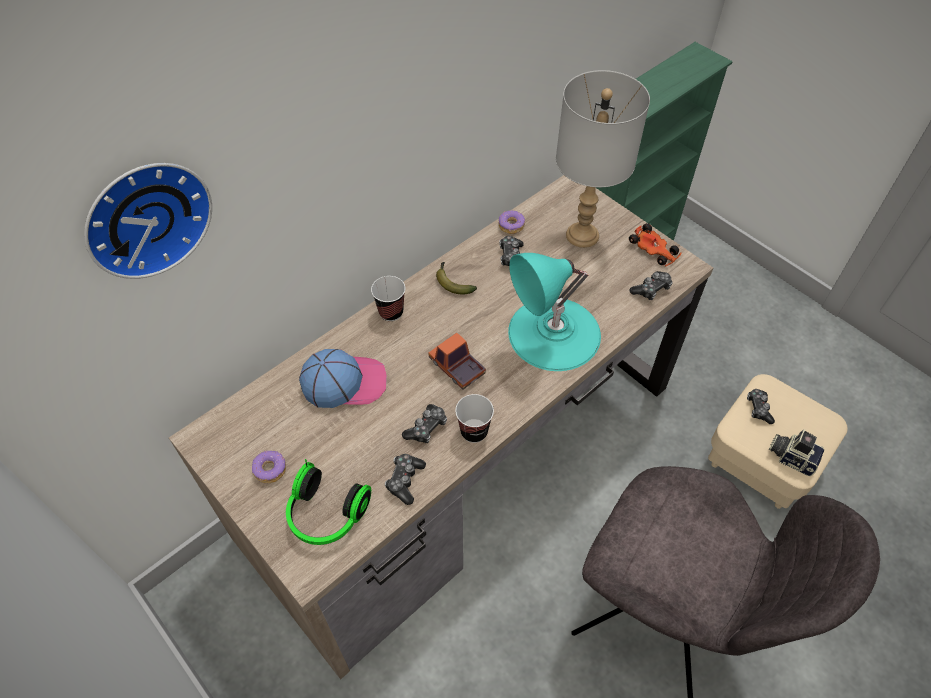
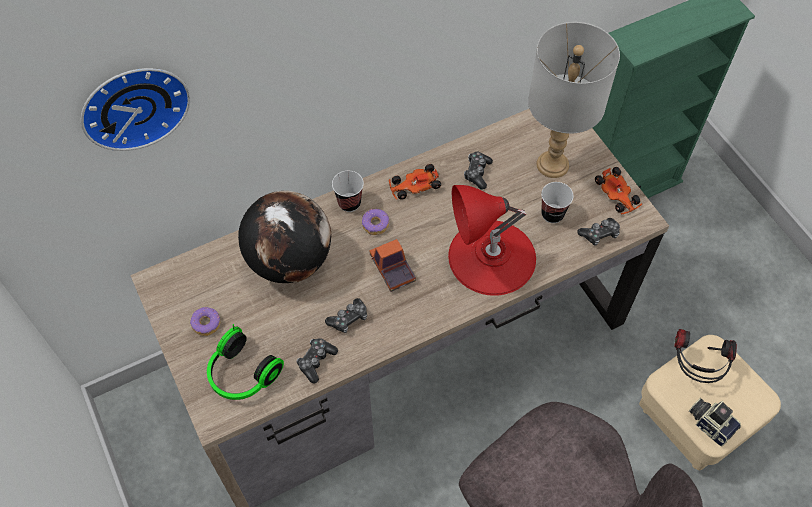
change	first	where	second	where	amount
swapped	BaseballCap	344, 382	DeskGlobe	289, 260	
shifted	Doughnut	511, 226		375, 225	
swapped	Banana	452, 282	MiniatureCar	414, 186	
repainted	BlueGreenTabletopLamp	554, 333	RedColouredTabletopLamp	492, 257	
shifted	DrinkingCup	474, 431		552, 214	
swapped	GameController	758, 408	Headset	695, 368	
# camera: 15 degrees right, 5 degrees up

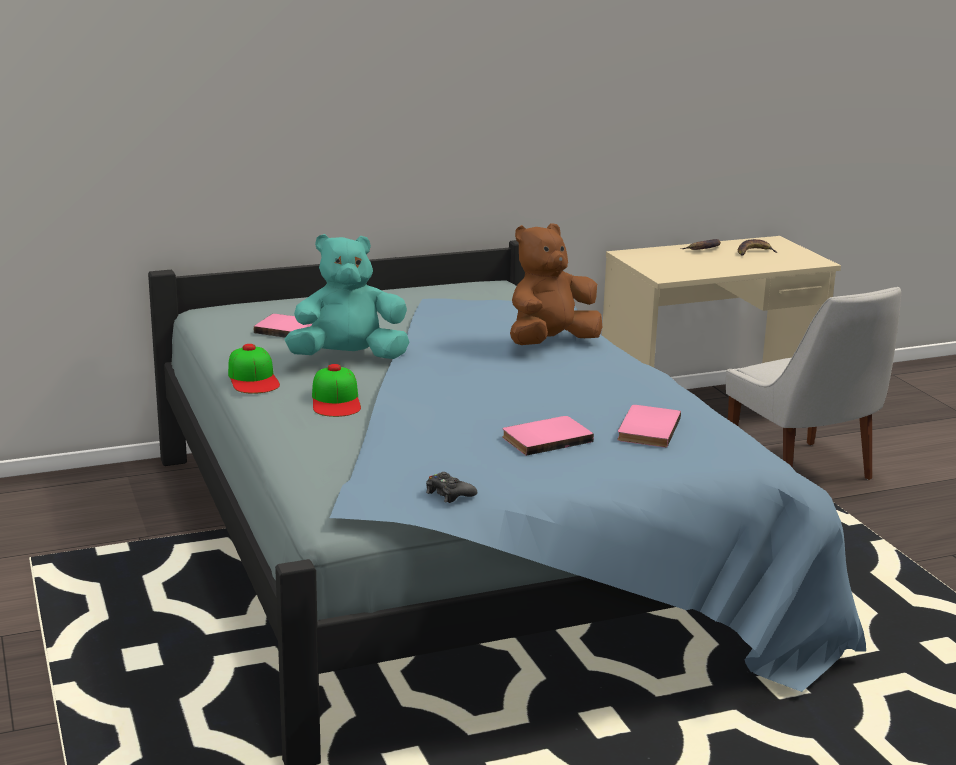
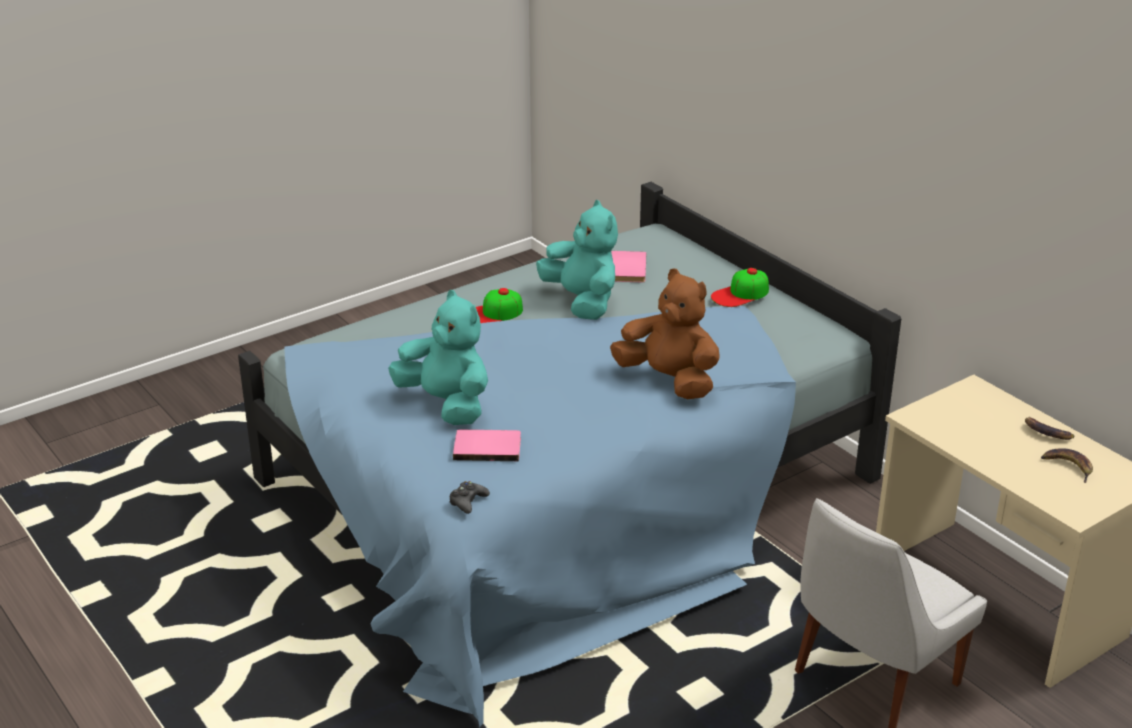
change	first	where	second	where	amount
swapped	PinkBoundBook	545, 438	BlueGreenSoftToy	446, 404	
shifted	BlackishGameController	449, 494		468, 501	
shifted	BaseballCap	253, 378		740, 294	
# camera: 75 degrees right, 10 degrees up

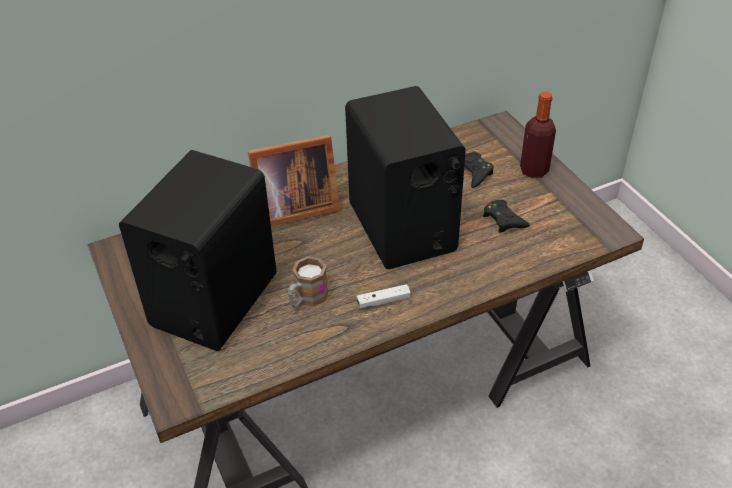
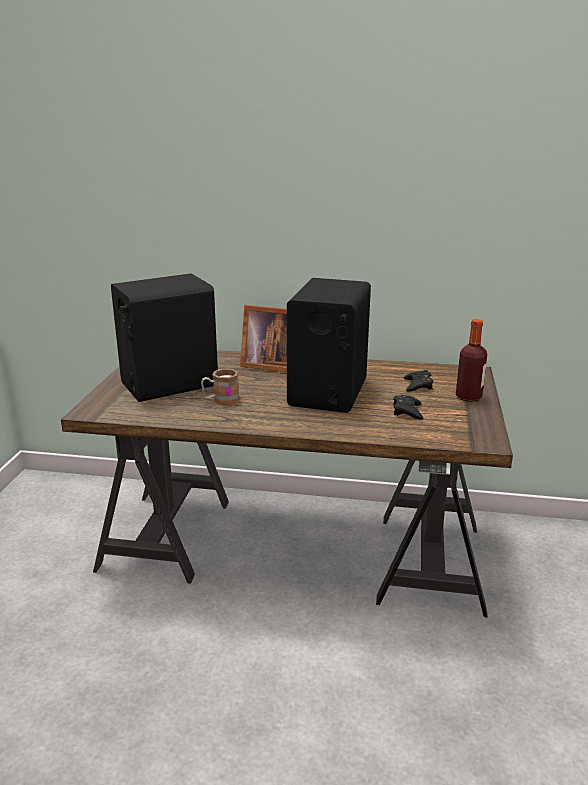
change	first	where	second	where	amount
gone	WhiteGameController	383, 301			
# camera: 35 degrees right, 20 degrees down

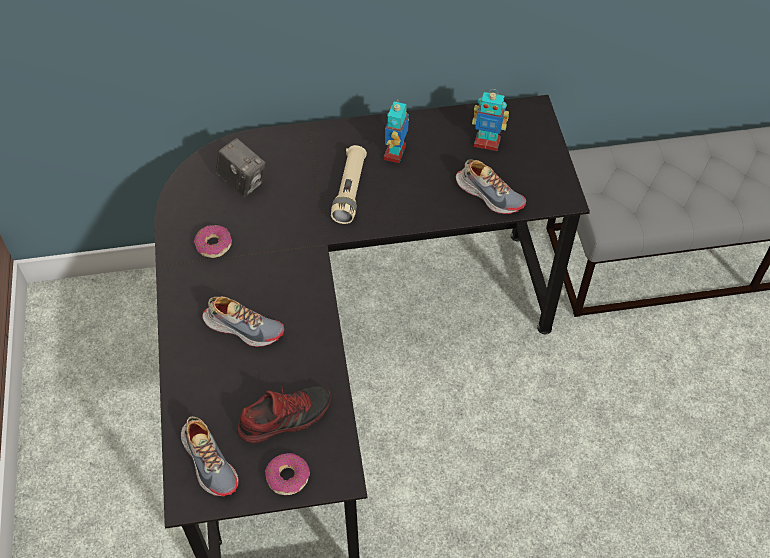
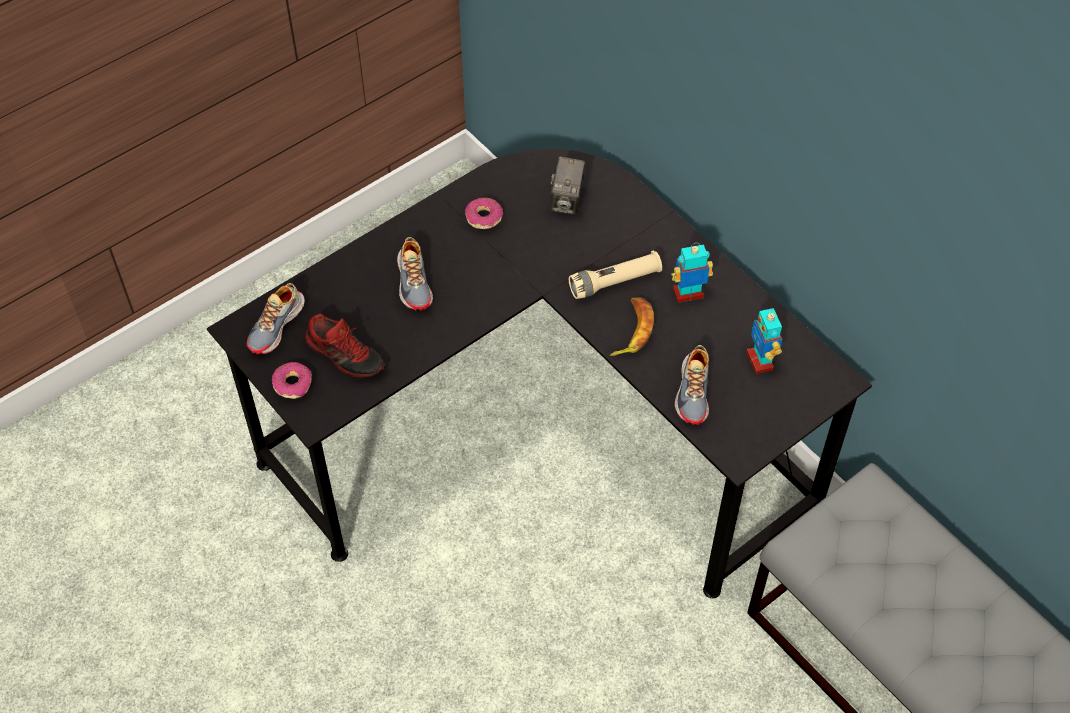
change	first	where	second	where	amount
new			Banana	632, 330	
# camera: 60 degrees right, 0 degrees up

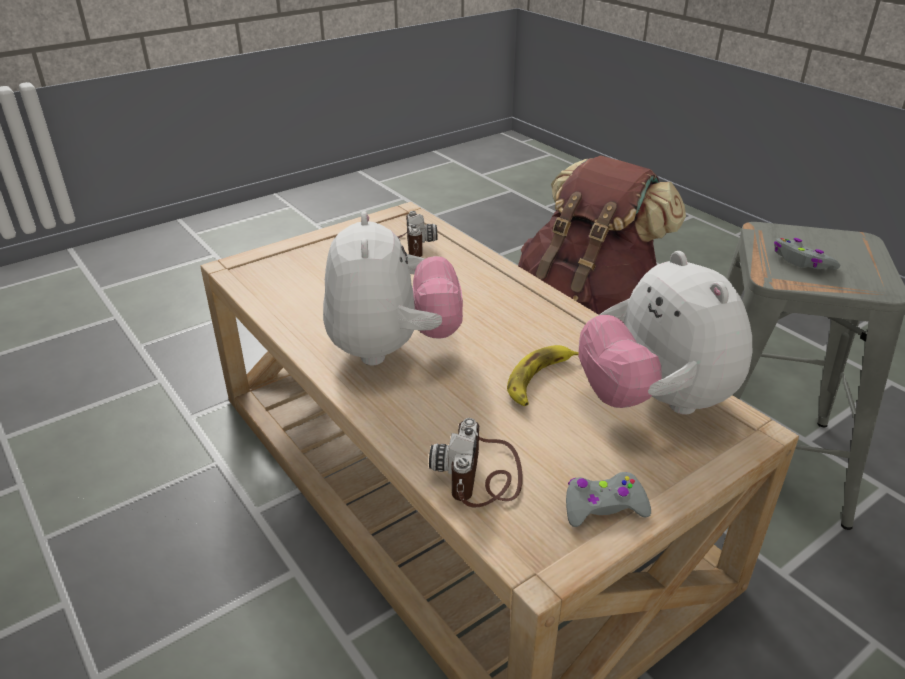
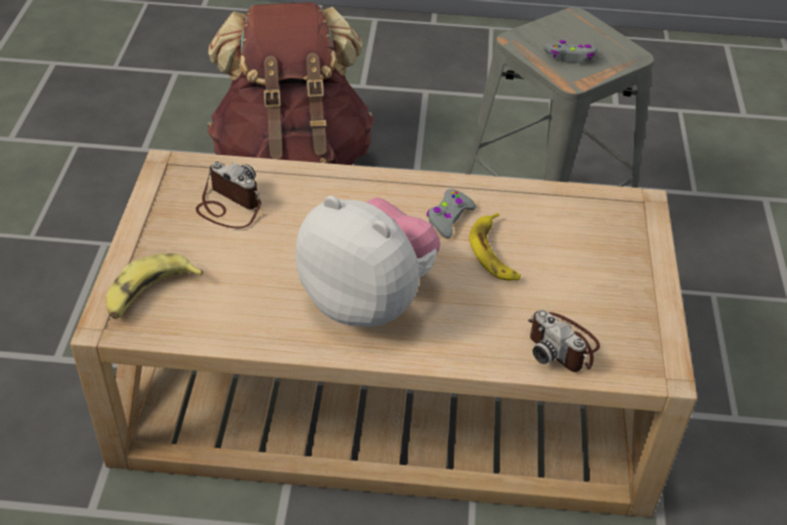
change	first	where	second	where	amount
new			Banana	149, 294	
shifted	GrayGameController	603, 507		449, 218	
gone	SoftToy	654, 402			
# camera: 50 degrees left, 10 degrees up

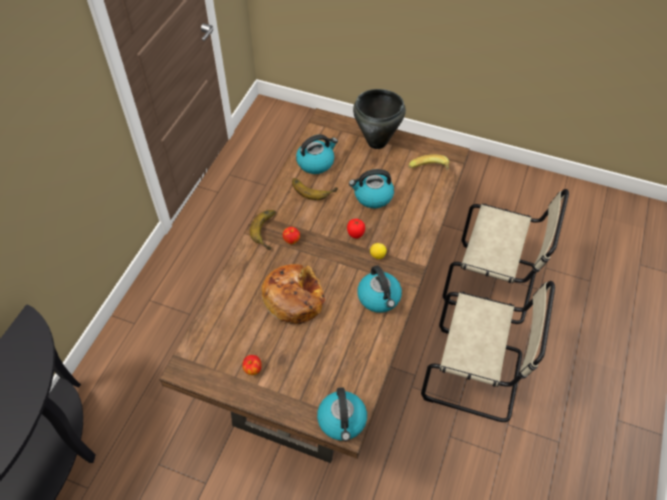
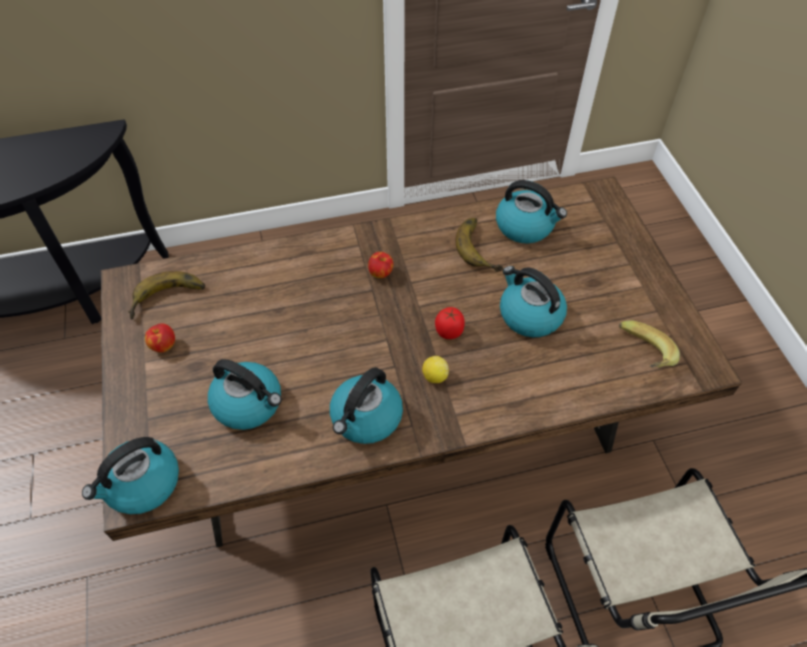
change	first	where	second	where	amount
shifted	Banana	269, 231		168, 300	
new			WaterKettle	249, 404	
gone	Bread	294, 298			
gone	BlackishCookingPot	377, 142			
# camera: 55 degrees right, 0 degrees up

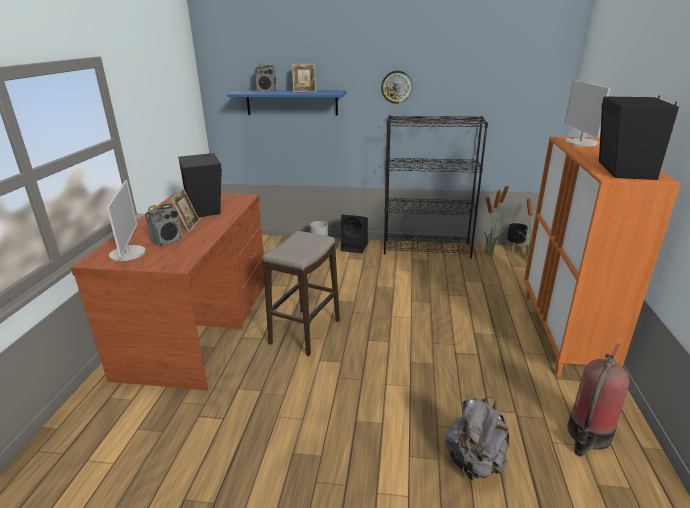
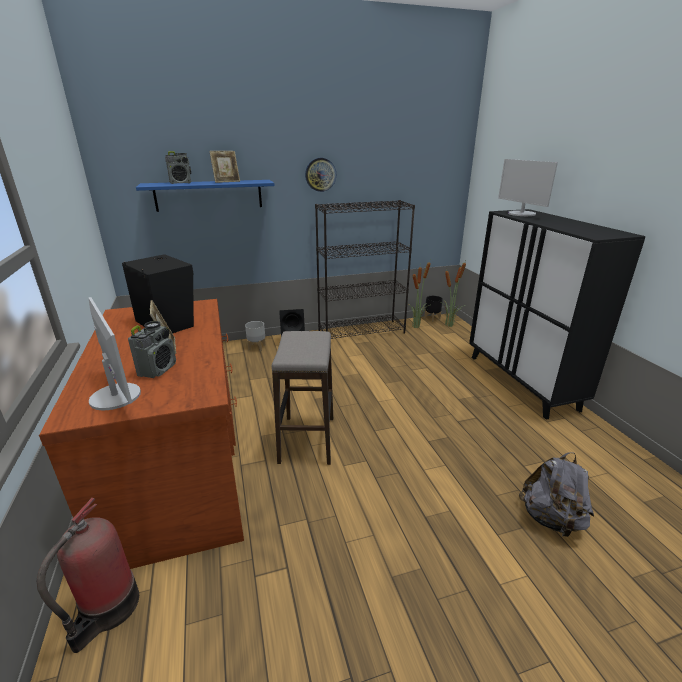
change	first	where	second	where	amount
shifted	FireFightingCylinder	588, 435		108, 610	
repainted	OrangeStorageCabinet	562, 333	BlackishStorageCabinet	521, 382	
gone	BlackishSpeaker	622, 170			
# camera: 25 degrees left, 0 degrees up

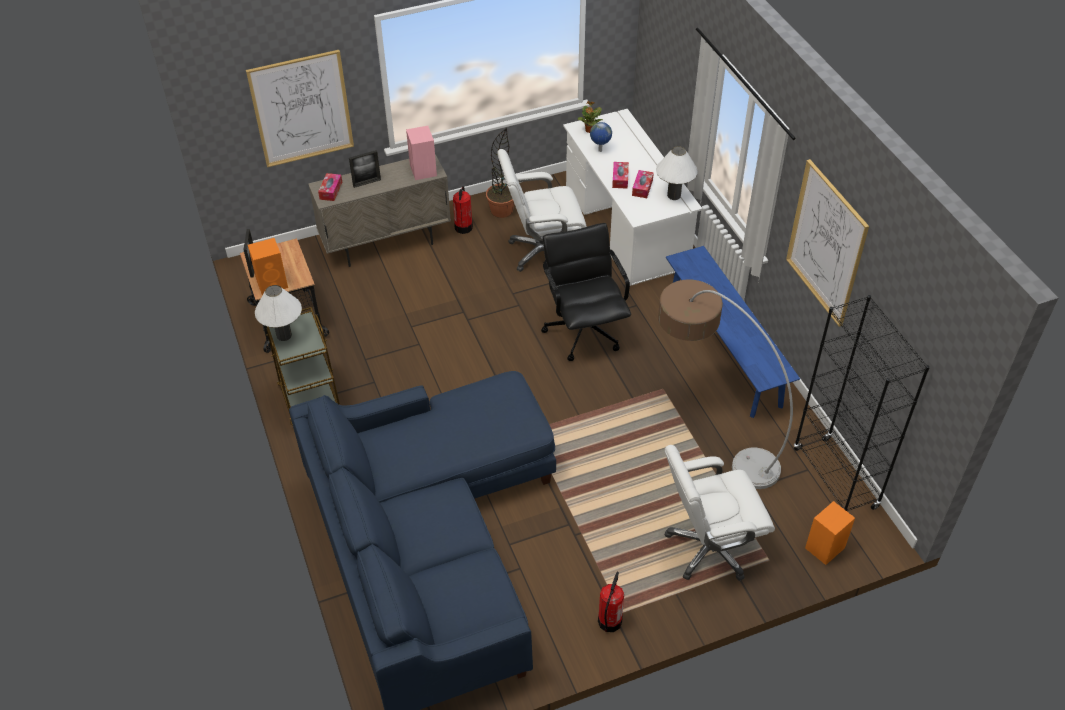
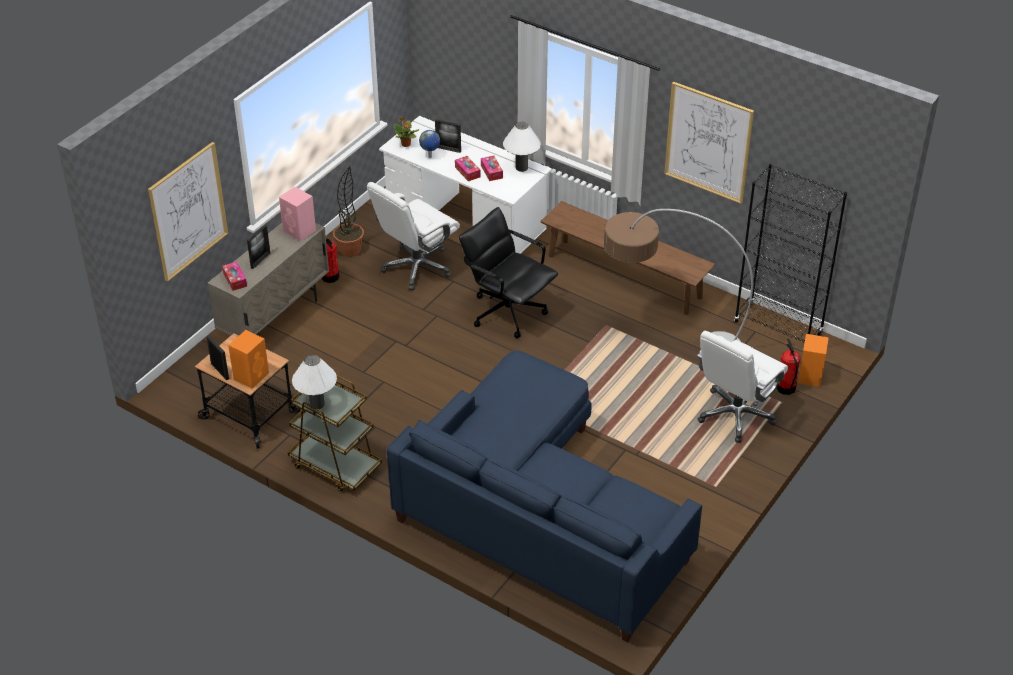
change	first	where	second	where	amount
new			StandingFrame	448, 149	
repainted	BlueBench	724, 349	BrownColouredBench	624, 276	
shifted	FireFightingCylinder	609, 622		785, 388	
# camera: 35 degrees left, 5 degrees down

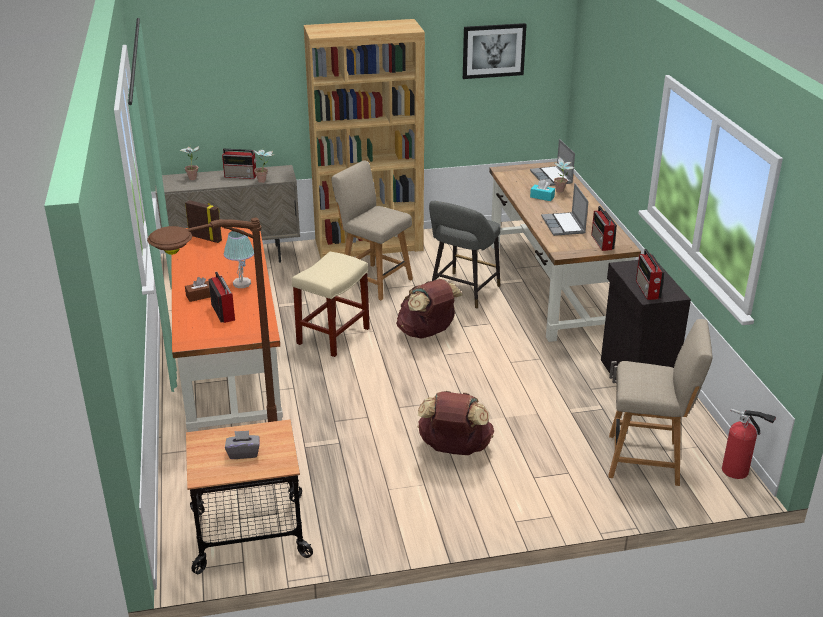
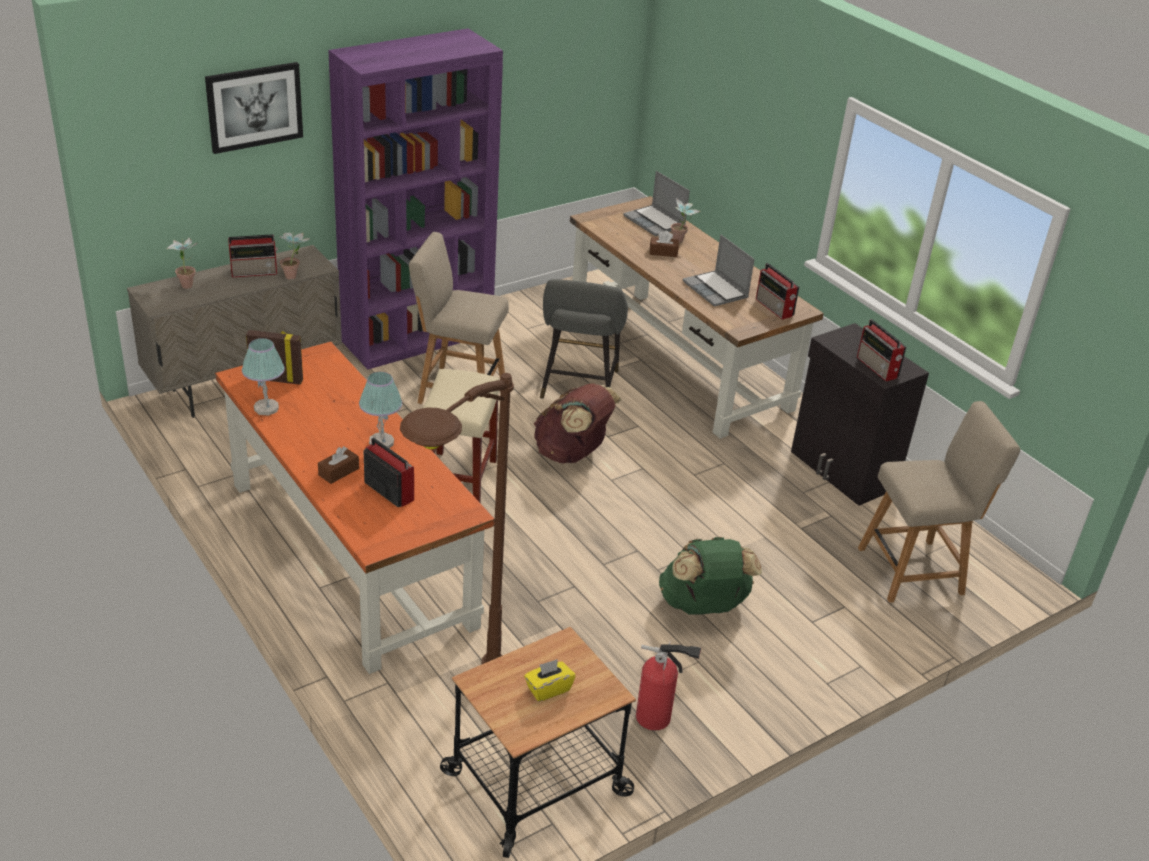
change	first	where	second	where	amount
shifted	WallPicture	493, 50		254, 107	
new			TabletopLamp	266, 408	
repainted	BrownColouredBookshelf	369, 245	PurpleColouredBookshelf	418, 337	
repainted	GrayTissueBox	243, 453	YellowTissueBox	548, 689	
shifted	FireFightingCylinder	738, 471		657, 718	
repainted	BlueGreenTissueBox	542, 197	BrownColouredTissueBox	663, 252	
repainted	BrownColouredBackpack	454, 449	GreenColouredBackpack	703, 606	
# camera: 25 degrees left, 5 degrees up

